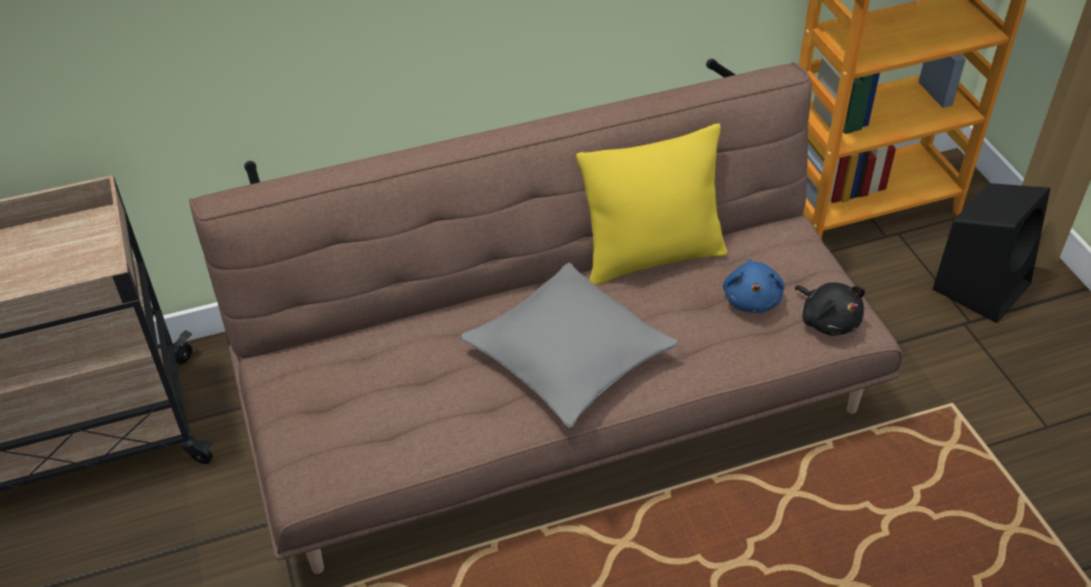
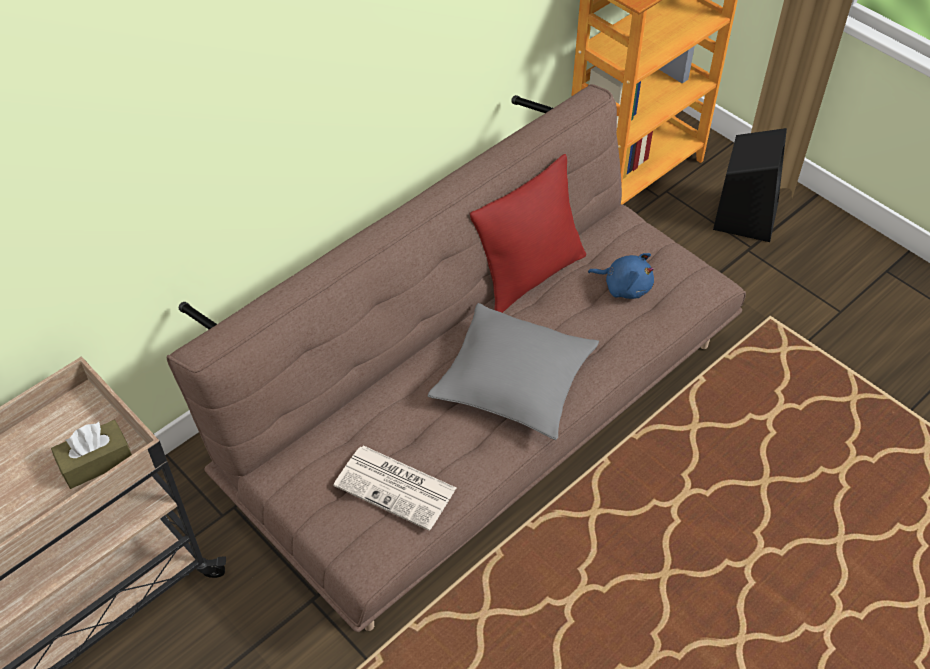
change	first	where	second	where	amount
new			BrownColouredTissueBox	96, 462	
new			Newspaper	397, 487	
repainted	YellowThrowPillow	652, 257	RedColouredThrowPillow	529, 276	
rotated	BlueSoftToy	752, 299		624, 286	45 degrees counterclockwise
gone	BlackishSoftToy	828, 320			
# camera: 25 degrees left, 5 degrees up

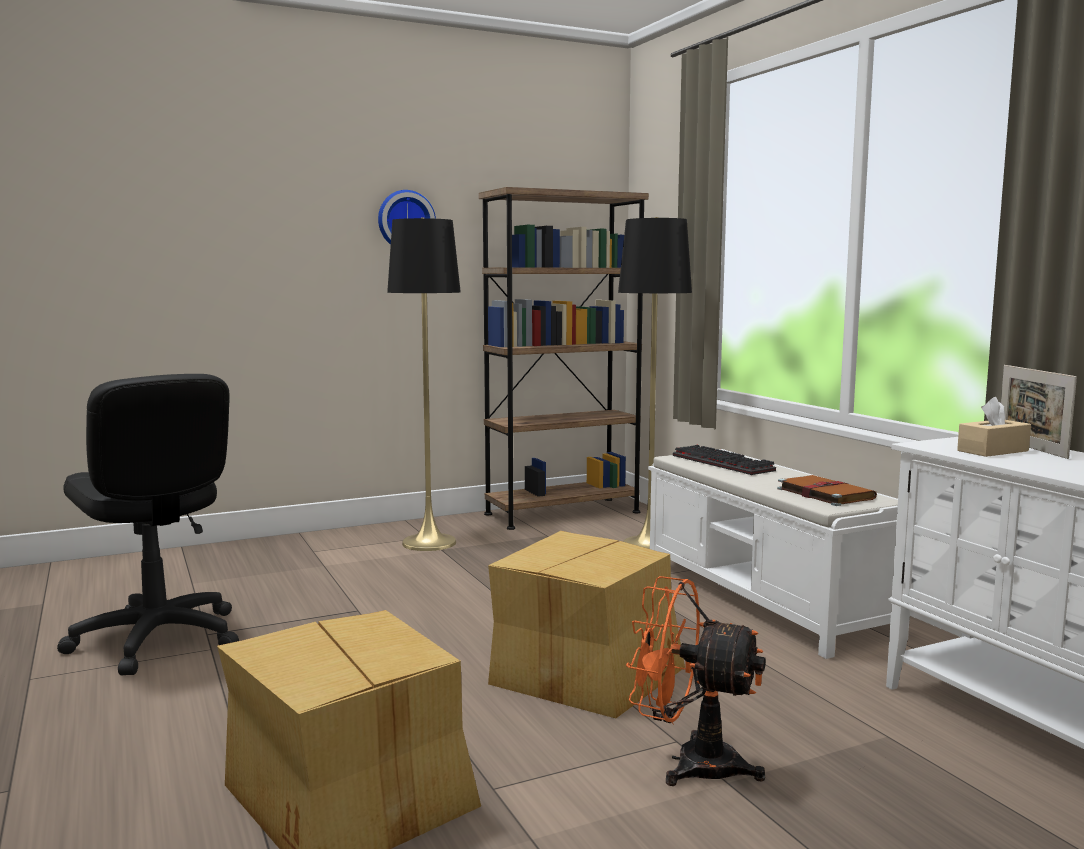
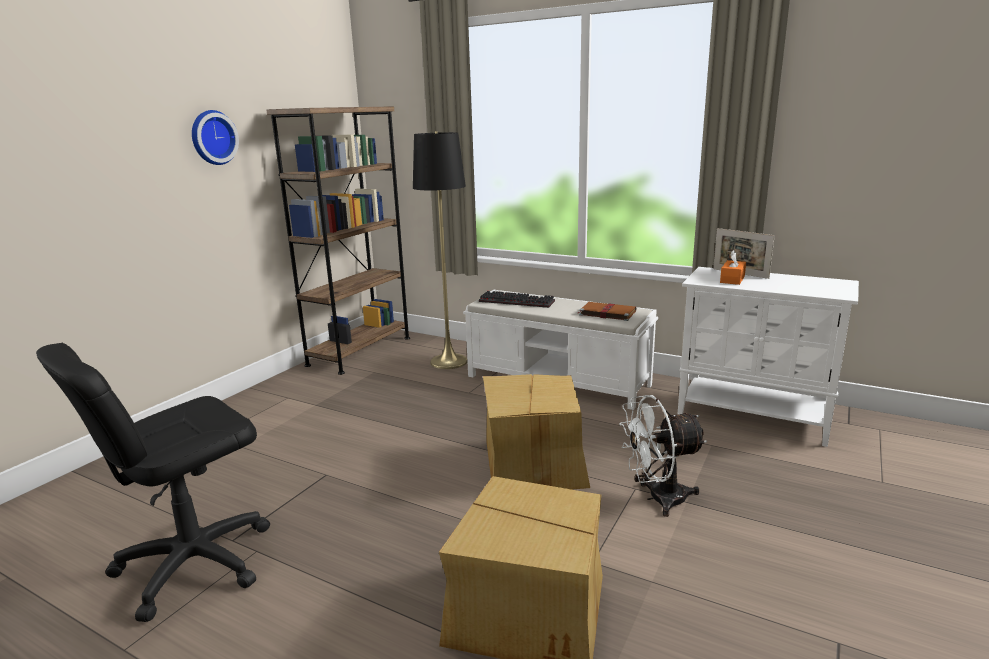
change	first	where	second	where	amount
rotated	BlackishComputerChair	157, 640		194, 563	120 degrees clockwise
repainted	OrangeCoolingFan	690, 763	WhiteCoolingFan	657, 498	
repainted	SandColouredTissueBox	992, 451	OrangeTissueBox	732, 279	
gone	BlackishStandingLamp	429, 543			
# camera: 35 degrees left, 10 degrees up

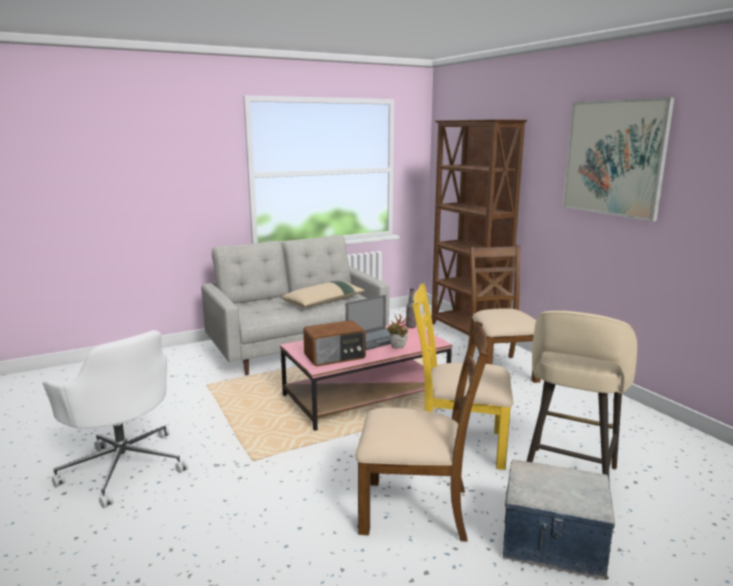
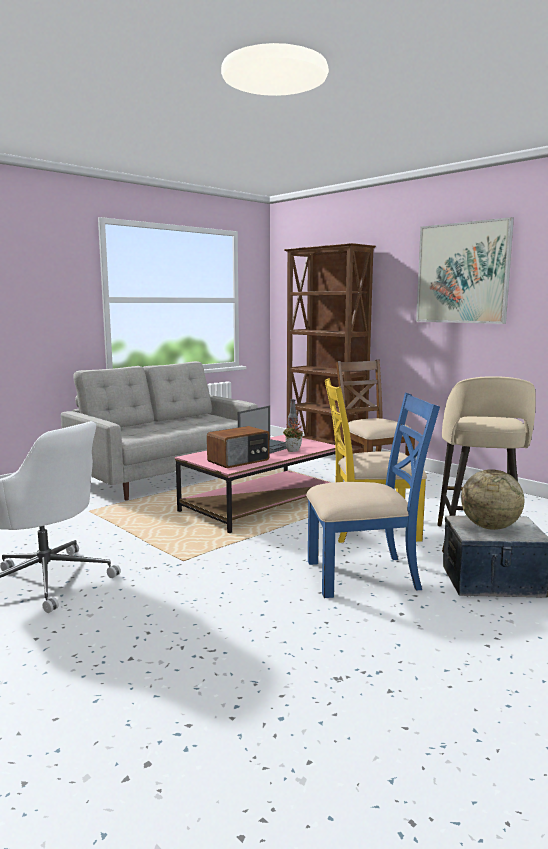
change	first	where	second	where	amount
repainted	BrownColouredUprightChair	416, 509	BlueUprightChair	364, 575	
new			DeskGlobe	490, 527	
gone	SandColouredThrowPillow	324, 302			
# camera: 15 degrees left, 5 degrees down

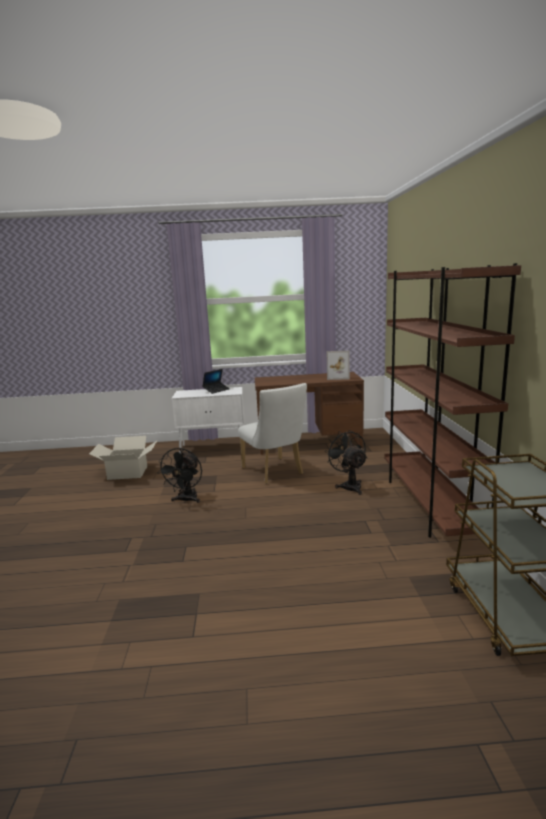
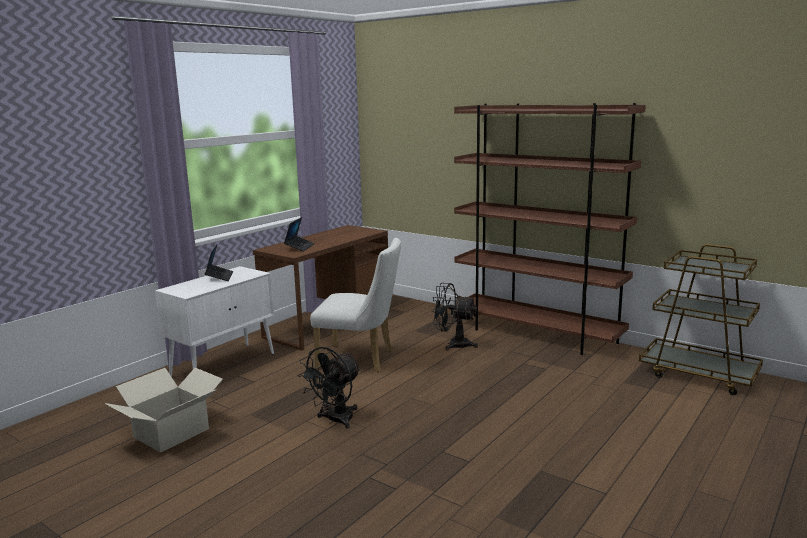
change	first	where	second	where	amount
new			Laptop	299, 247	
rotated	BlackishCoolingFan	186, 500		335, 420	75 degrees clockwise
gone	StandingFrame	338, 377			
# camera: 50 degrees left, 0 degrees up

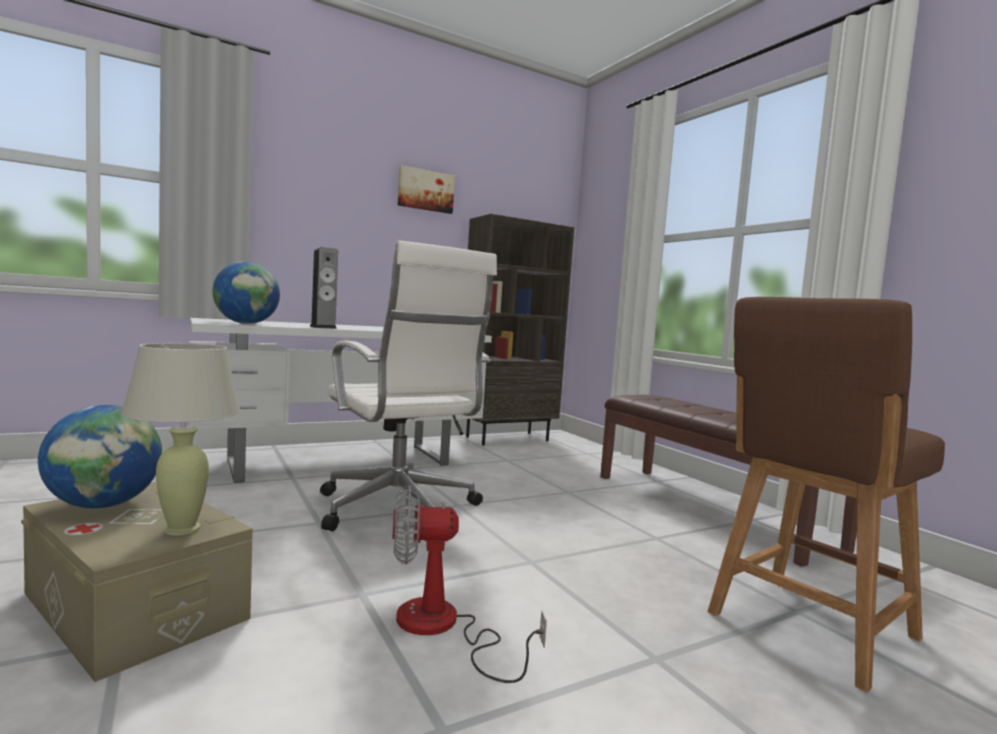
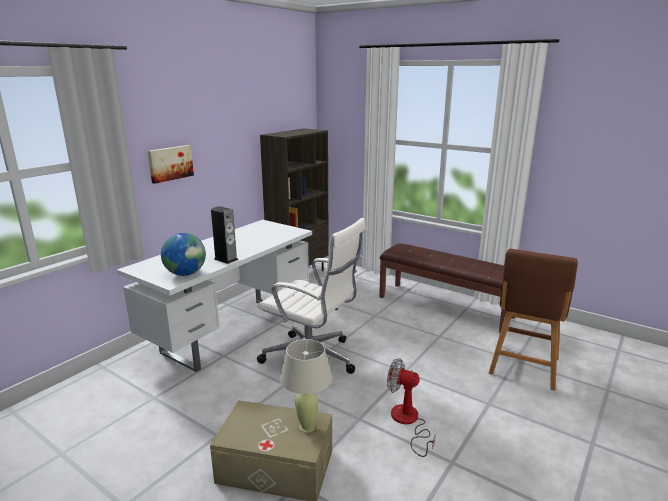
change	first	where	second	where	amount
shifted	WallPicture	425, 190		170, 163	
rotated	CoolingFan	442, 628		408, 422	60 degrees clockwise
gone	DeskGlobe	103, 505			
# camera: 25 degrees left, 15 degrees up

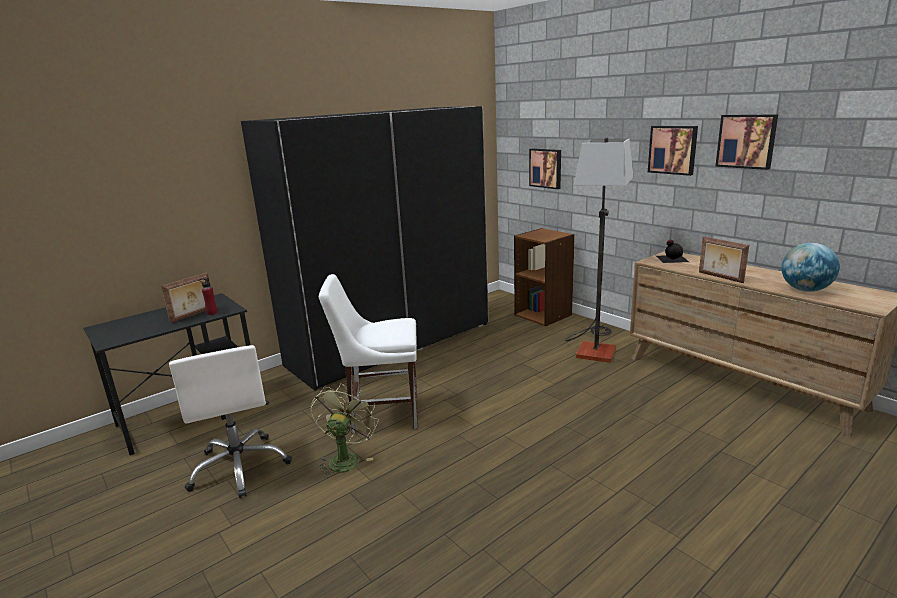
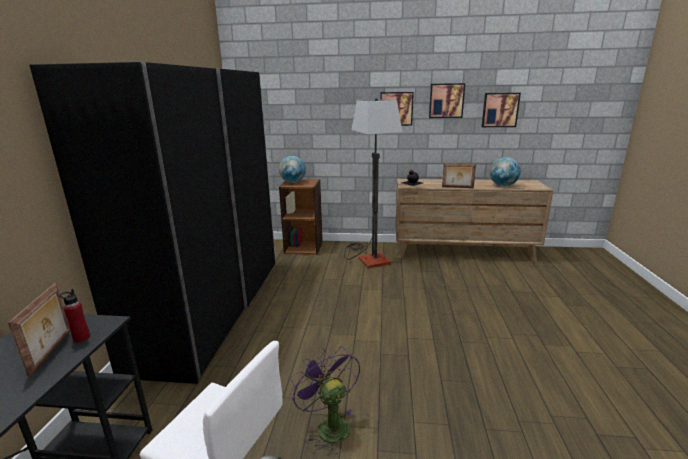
change	first	where	second	where	amount
new			DeskGlobe	293, 182	
repainted	GreenColouredCoolingFan	346, 458	PurpleColouredCoolingFan	328, 425	
shifted	WallPicture	546, 168		500, 110	
gone	WhiteUprightChair	381, 414			
# camera: 45 degrees left, 0 degrees up

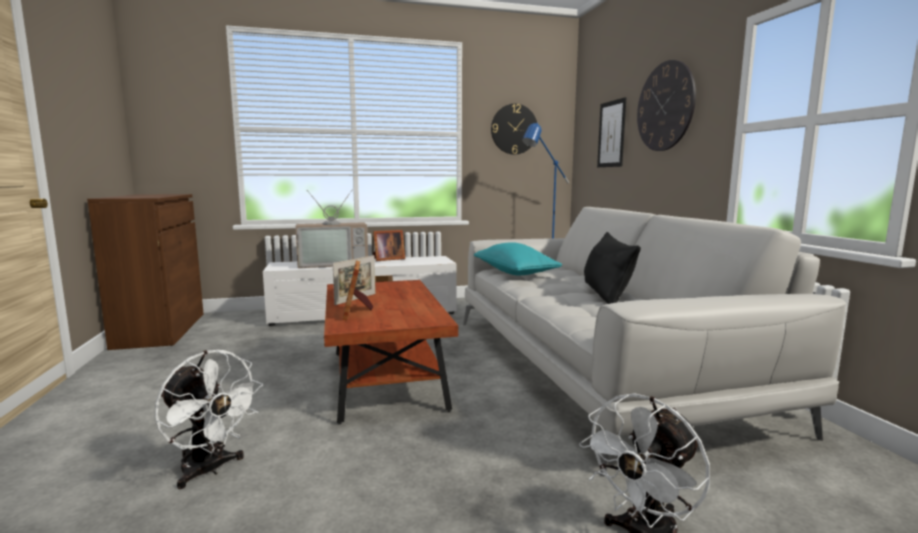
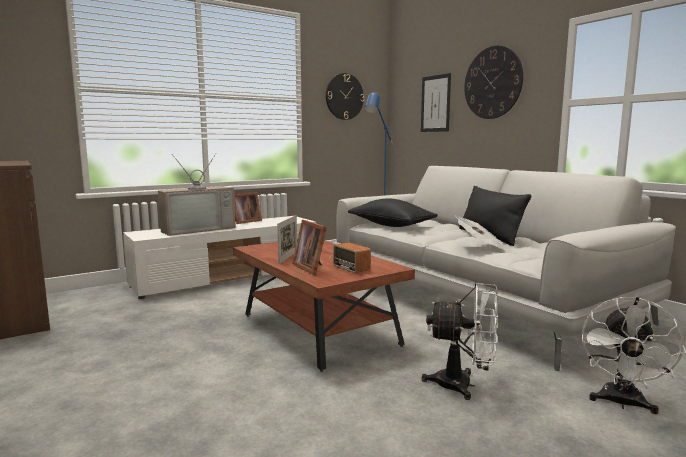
change	first	where	second	where	amount
new			Radio	350, 262	
repainted	BlueGreenThrowPillow	514, 273	BlackishThrowPillow	391, 225	
shifted	WhiteCoolingFan	209, 470		463, 385	
new			Newspaper	480, 246	
# camera: 20 degrees left, 0 degrees up

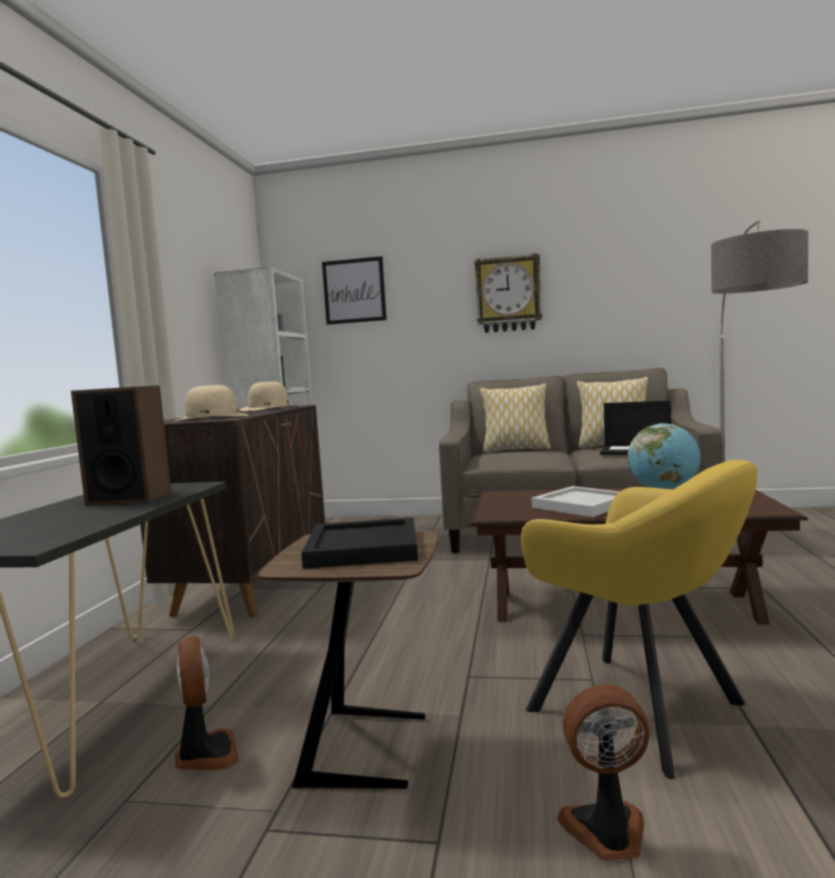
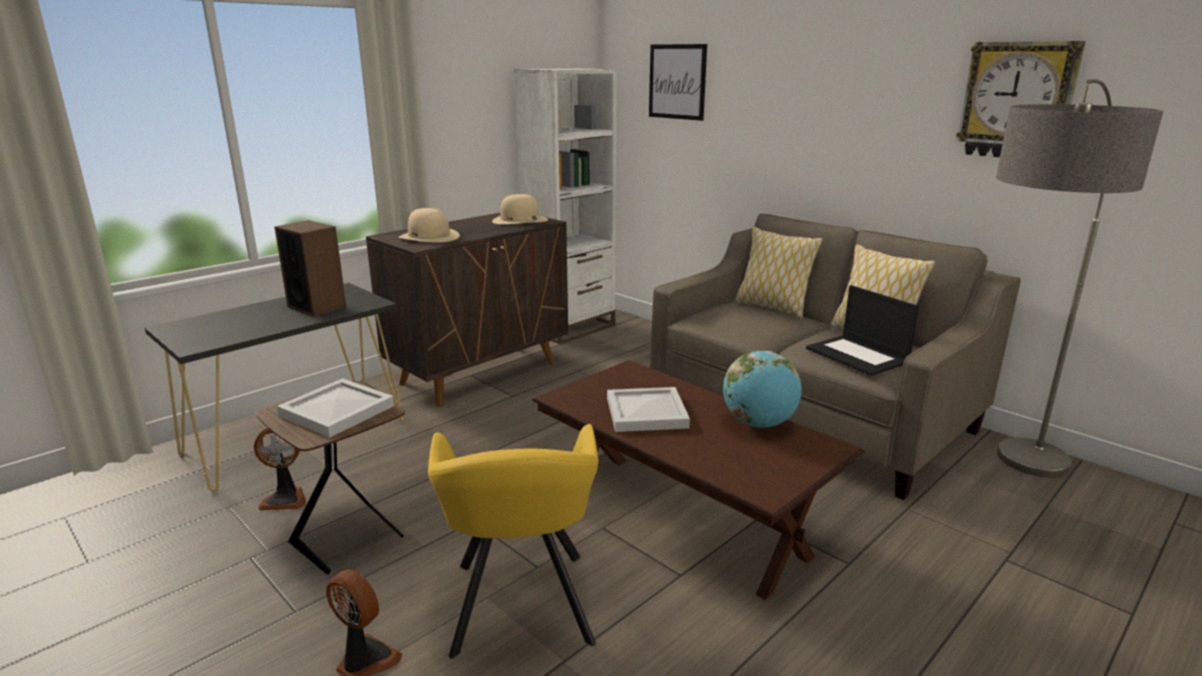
change	first	where	second	where	amount
rotated	CoolingFan	205, 754		286, 499	75 degrees clockwise
repainted	BlackishServingTray	365, 548	WhiteServingTray	337, 411	
shifted	ClockOnTheWall	508, 294		1017, 101	
# camera: 35 degrees right, 15 degrees up

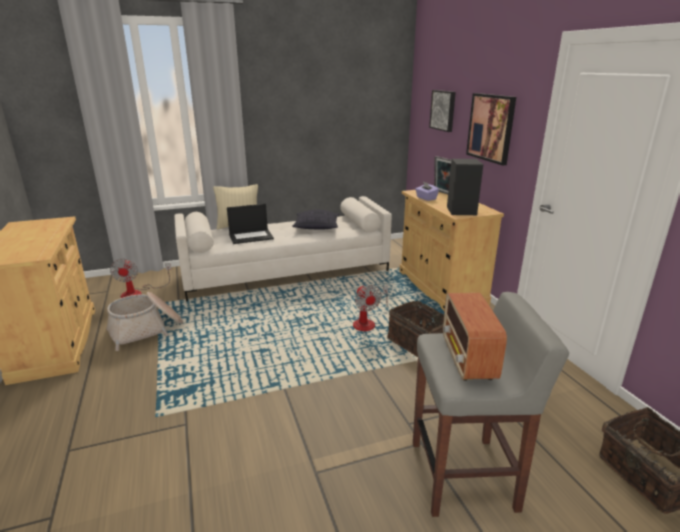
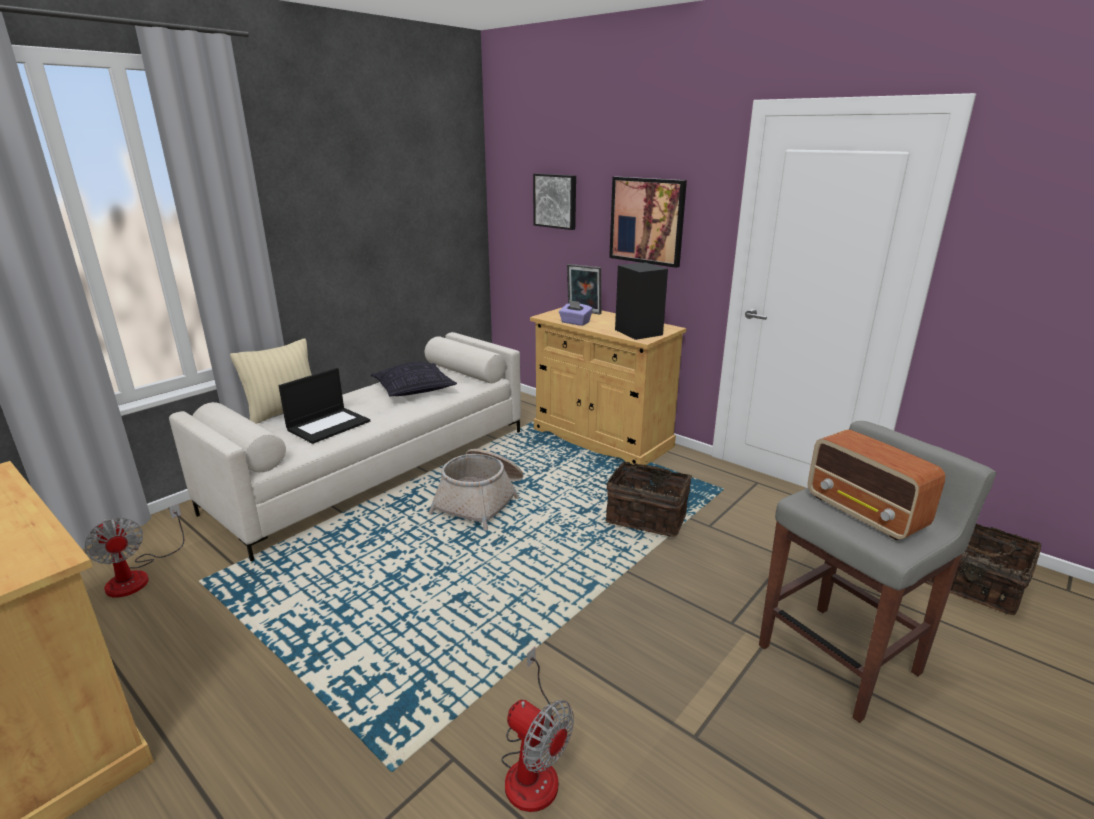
change	first	where	second	where	amount
shifted	Basket	146, 330		481, 500	
shifted	CoolingFan	368, 322		532, 766	
# camera: 30 degrees left, 0 degrees up

